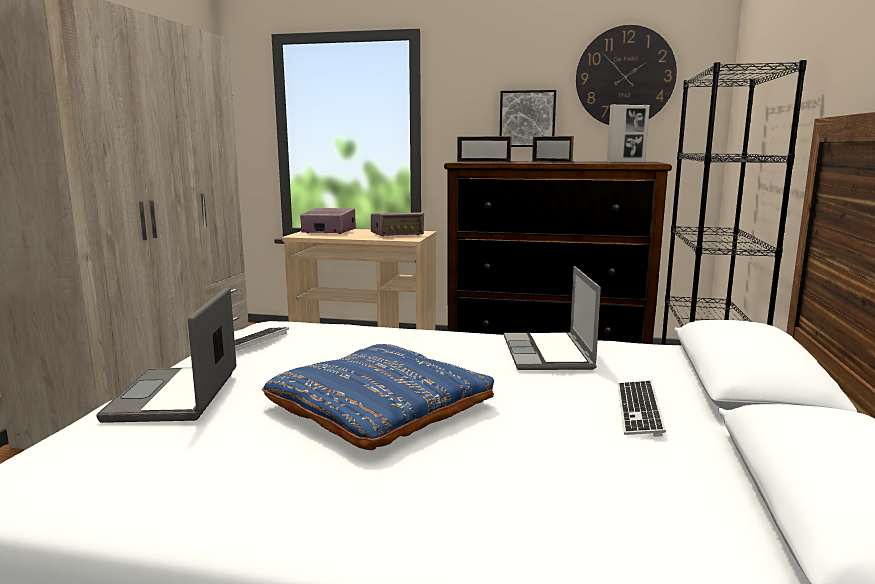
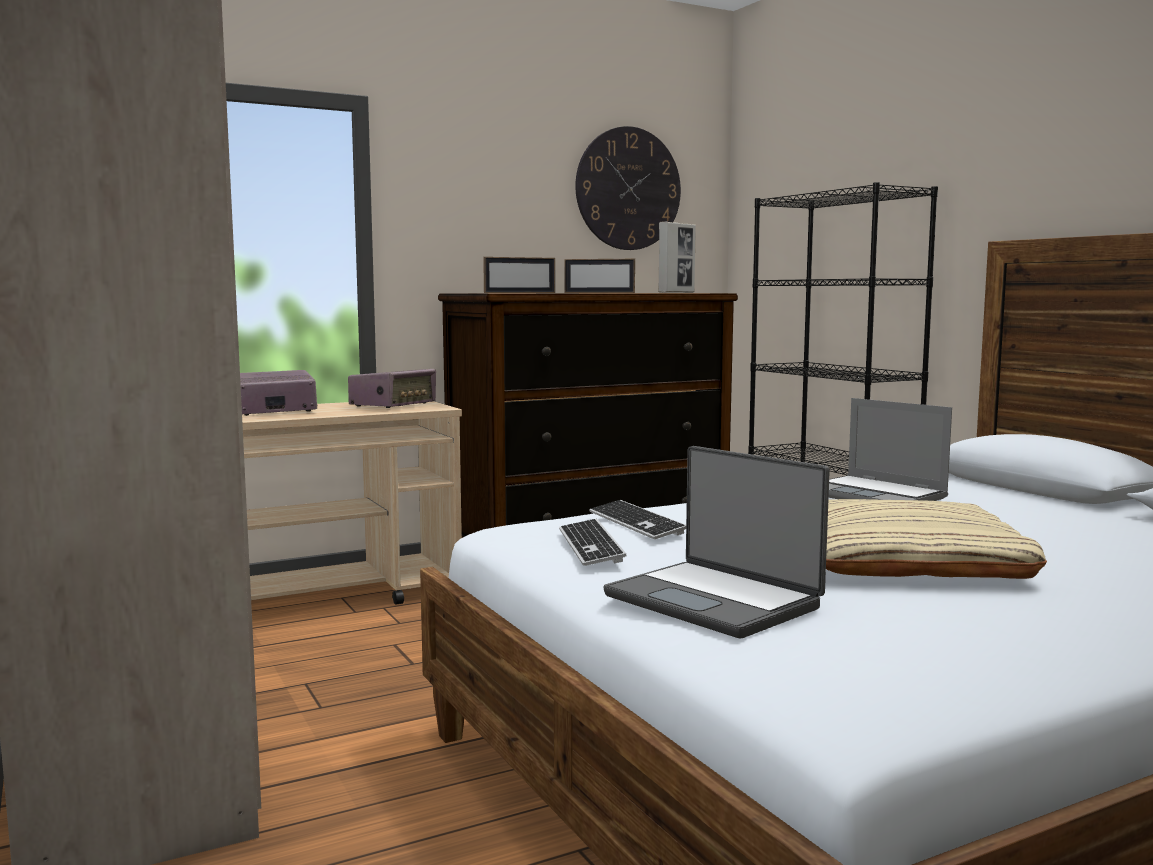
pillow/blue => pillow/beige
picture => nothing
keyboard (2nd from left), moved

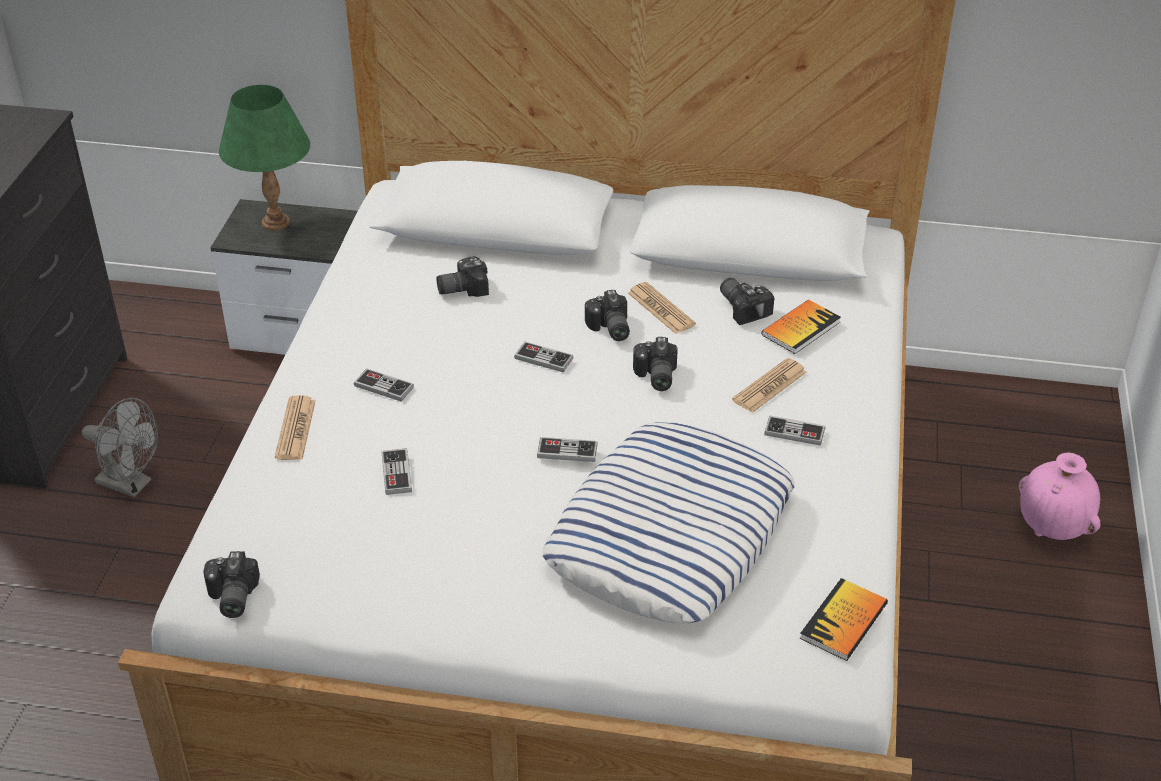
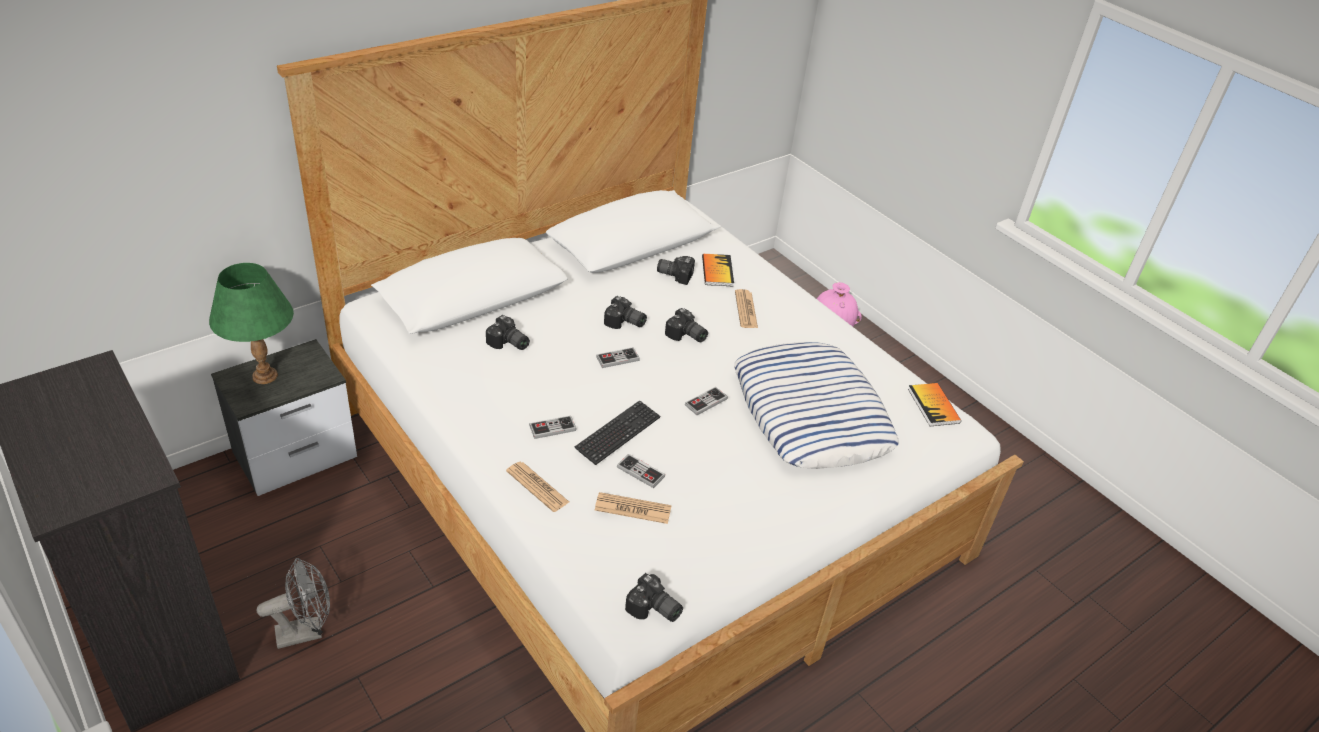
photo camera (2nd from left in the first image) => photo camera (1st from left), 75 degrees counterclockwise
newspaper (2nd from left), moved
game controller (5th from left) => nothing
nothing => keyboard

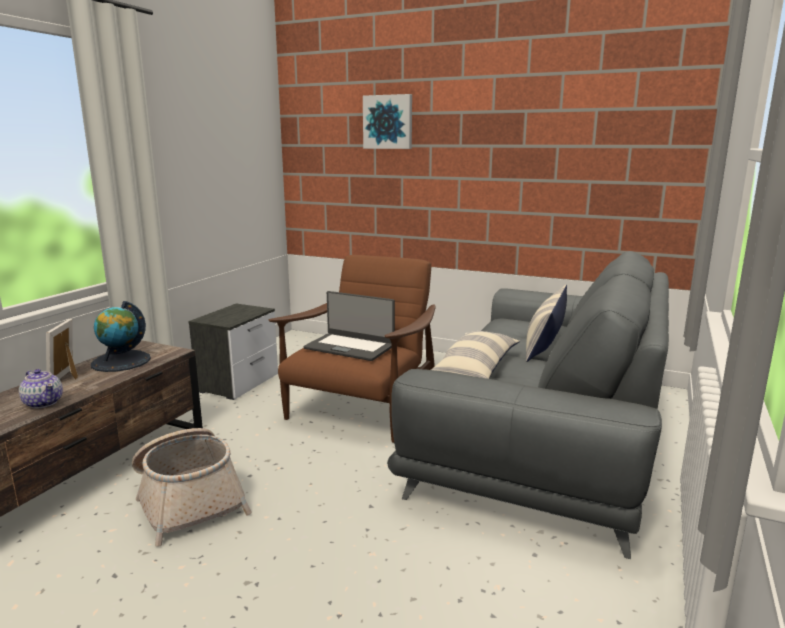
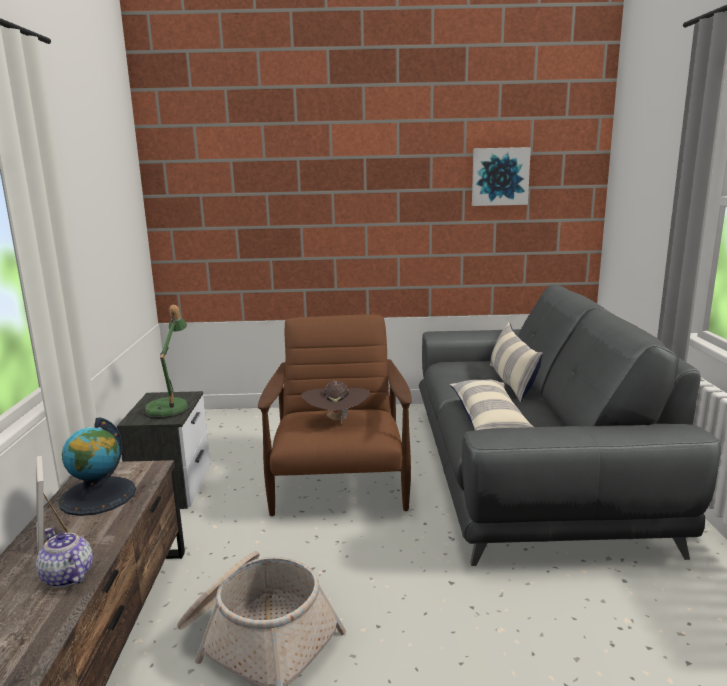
teapot, 150 degrees counterclockwise
laptop => hat/brown
picture, moved
nothing => table lamp

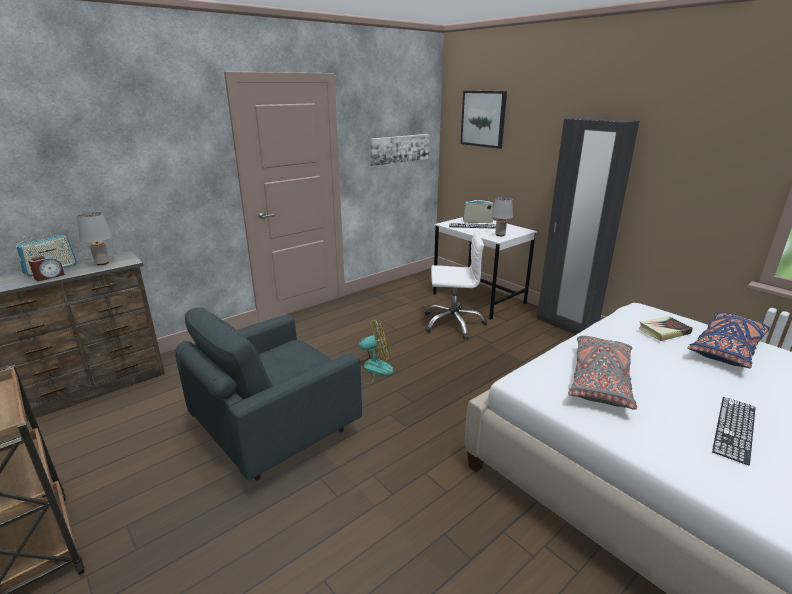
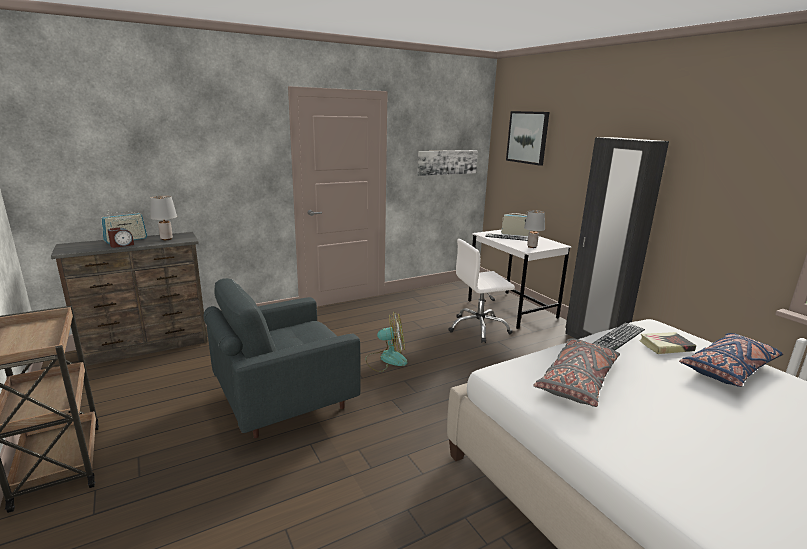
office chair/white, 150 degrees clockwise
keyboard (2nd from left), moved

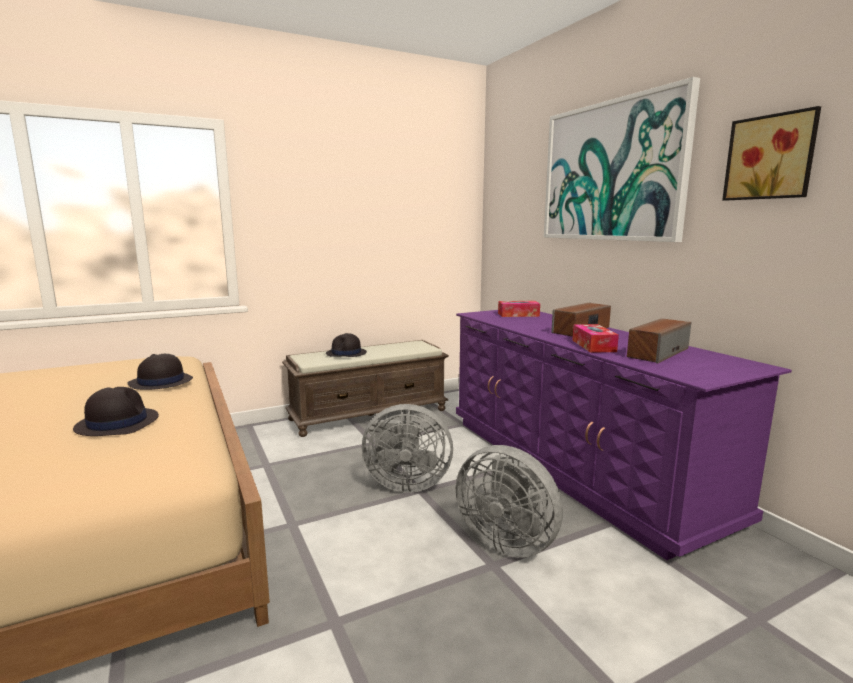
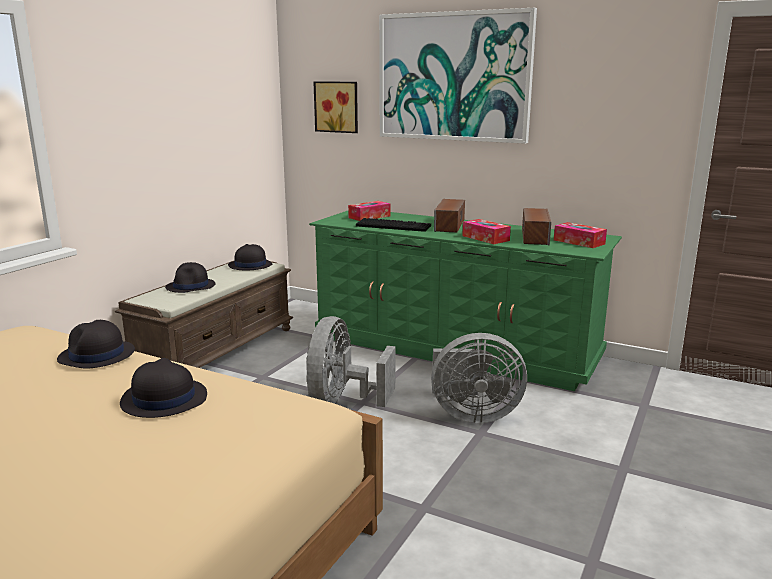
fan/grey (1st from left), 135 degrees clockwise
dresser/purple => dresser/green
picture (2nd from left in the first image) => picture (1st from left), moved
nothing => hat/black (4th from left)
nothing => keyboard
nothing => tissue box (3rd from left)

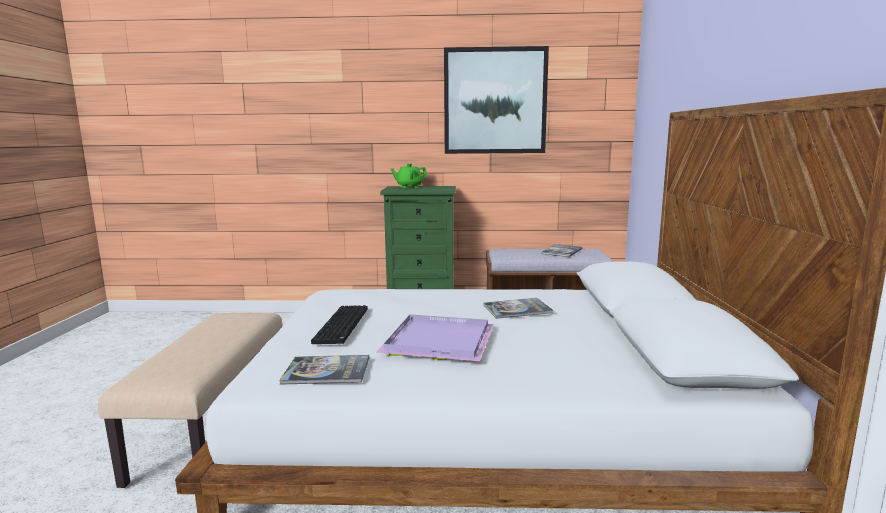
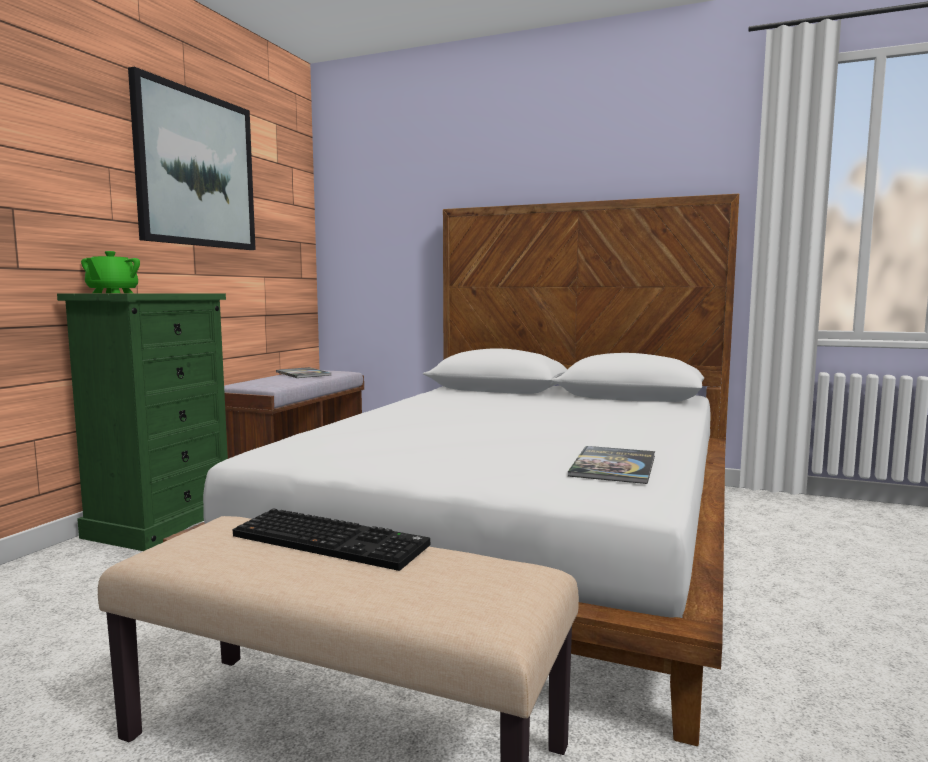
keyboard, moved
tray/purple => nothing
book (2nd from left) => nothing

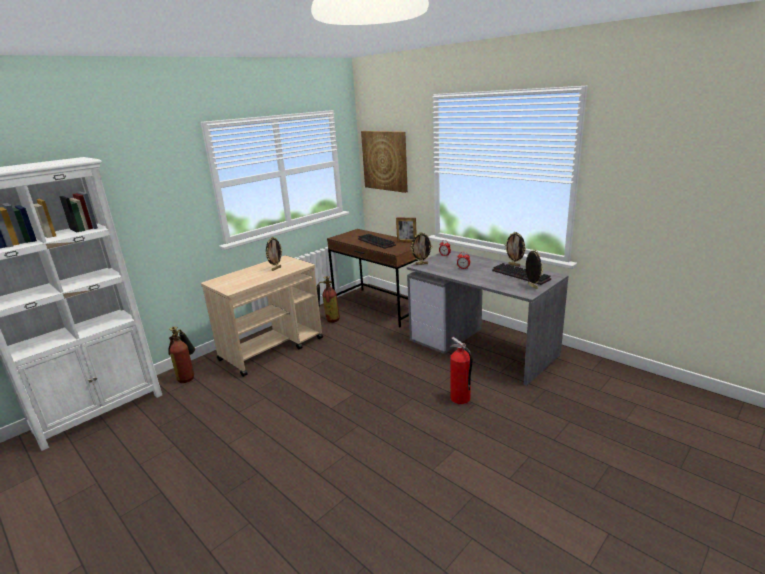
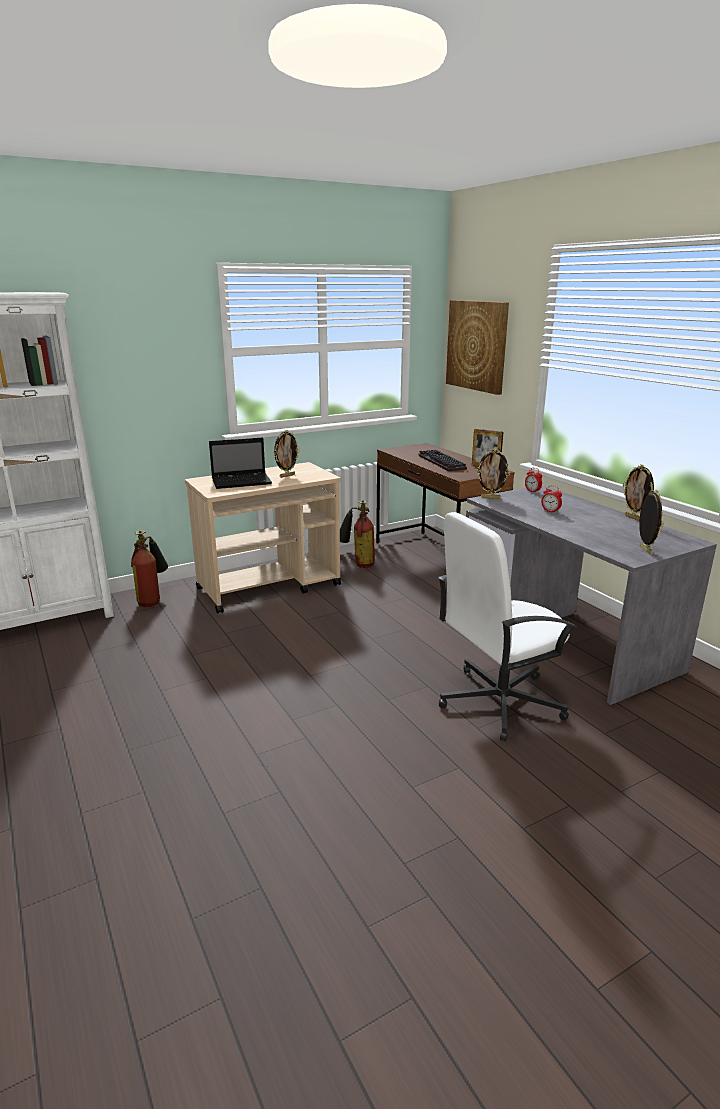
fire extinguisher (3rd from left) => office chair/white
keyboard (2nd from left) => nothing
nothing => laptop

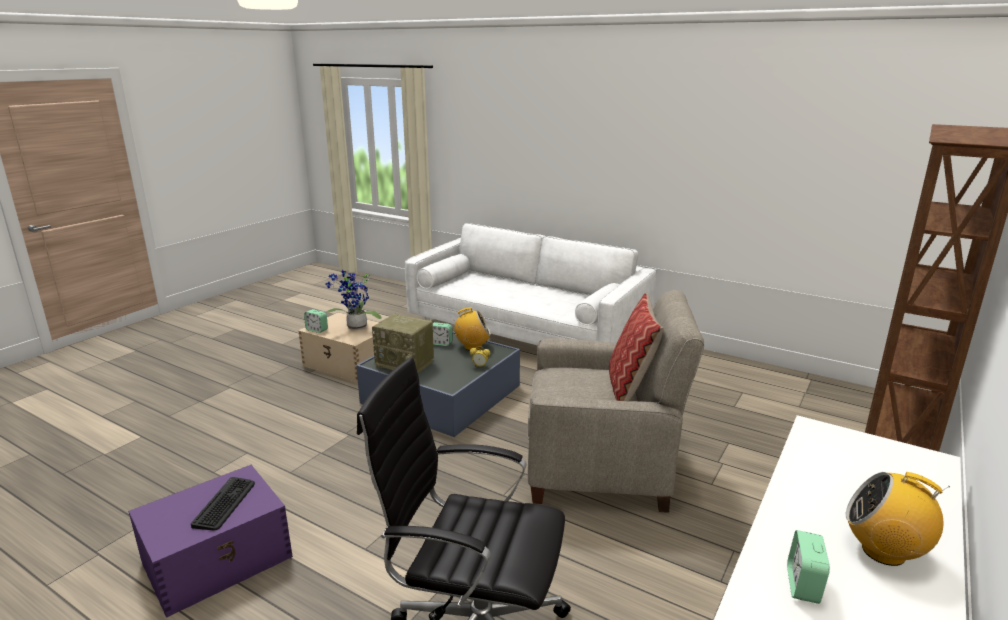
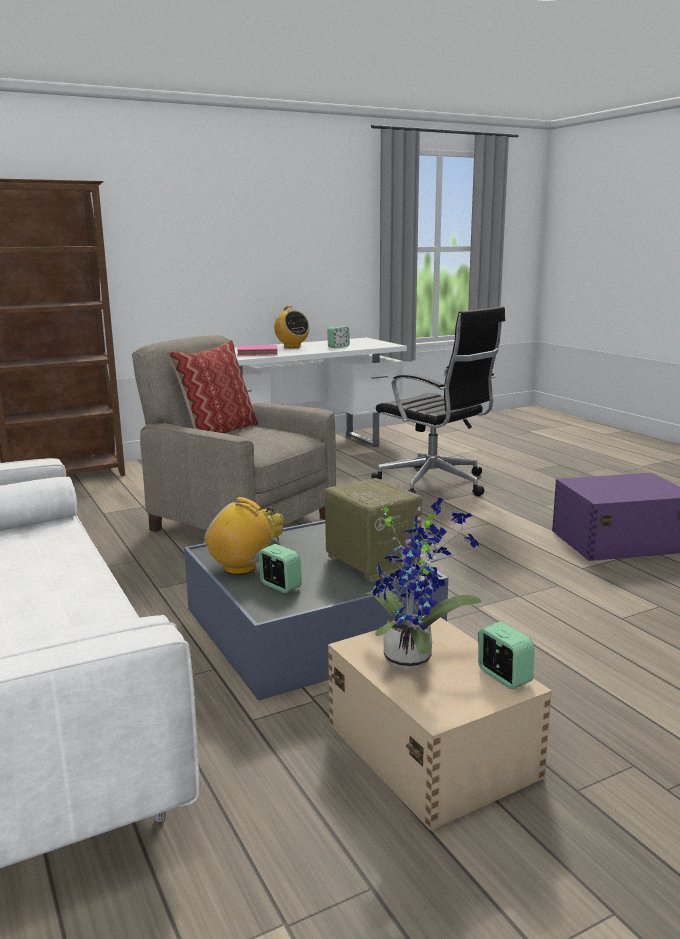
keyboard => nothing
nothing => book/pink

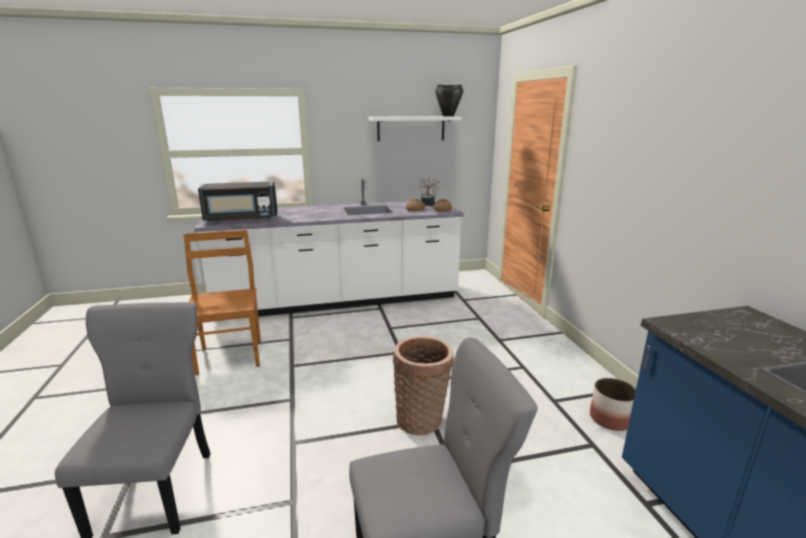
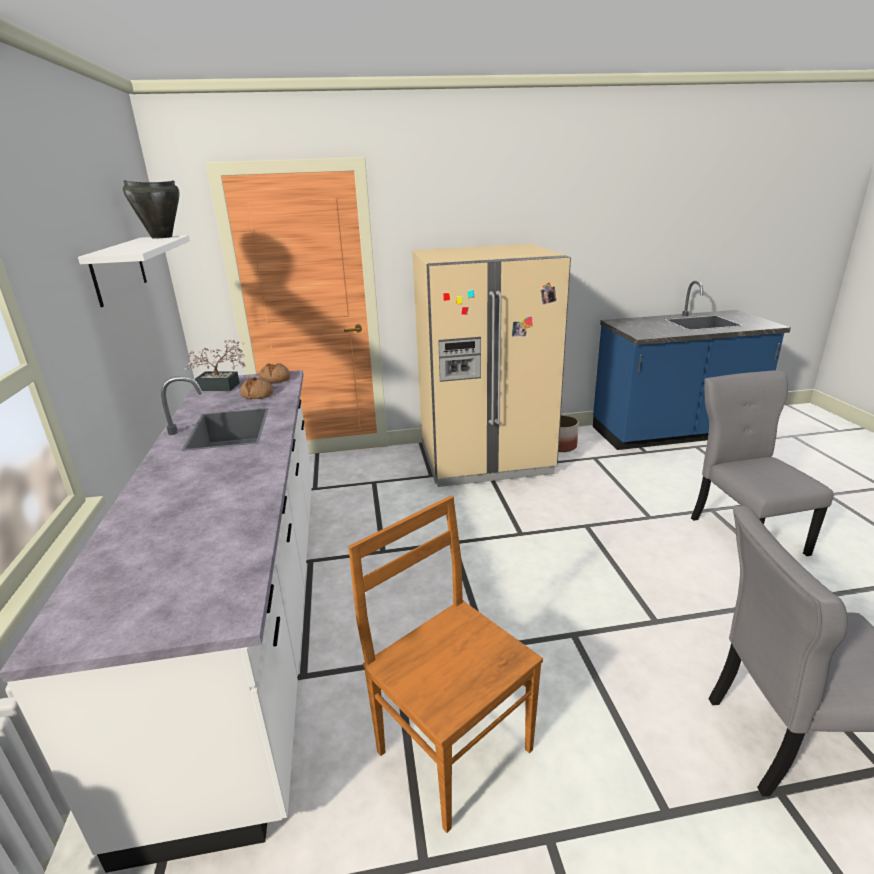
chair/brown, 60 degrees clockwise
microwave/black => nothing
basket => nothing
nothing => fridge/beige

